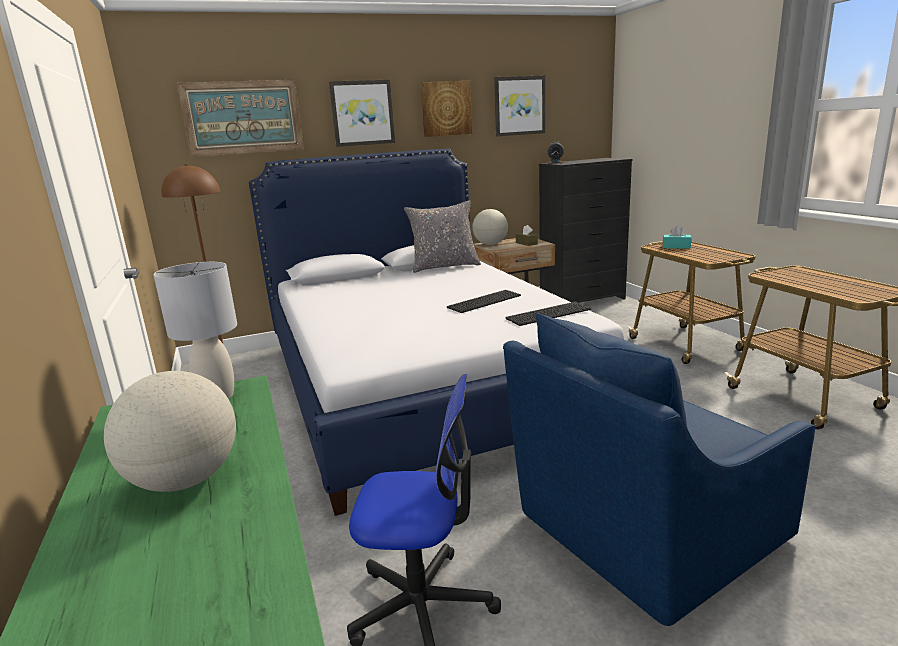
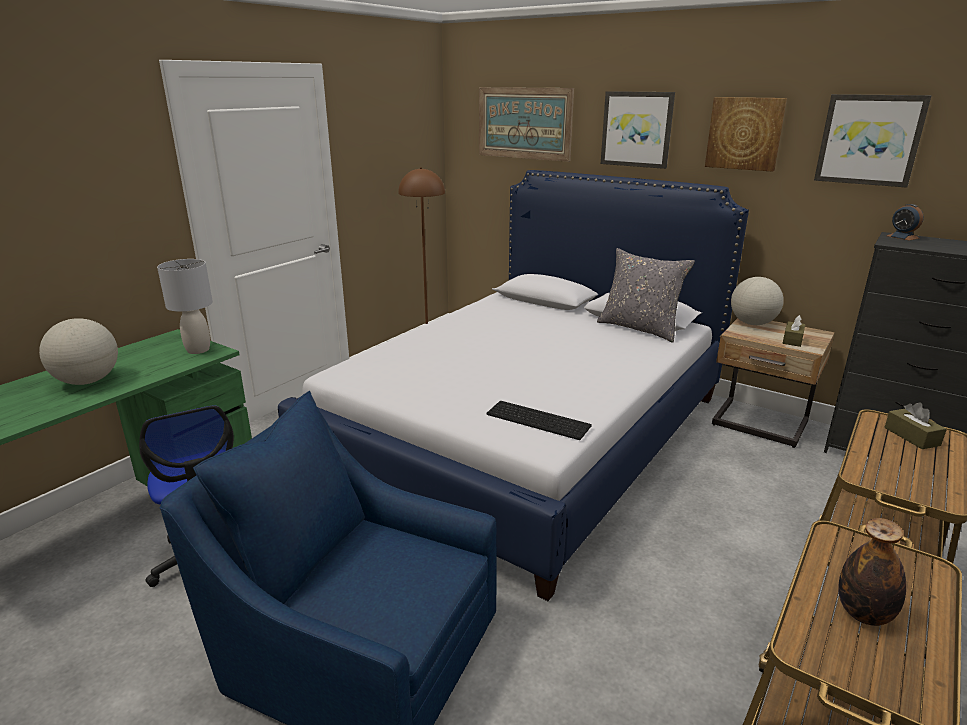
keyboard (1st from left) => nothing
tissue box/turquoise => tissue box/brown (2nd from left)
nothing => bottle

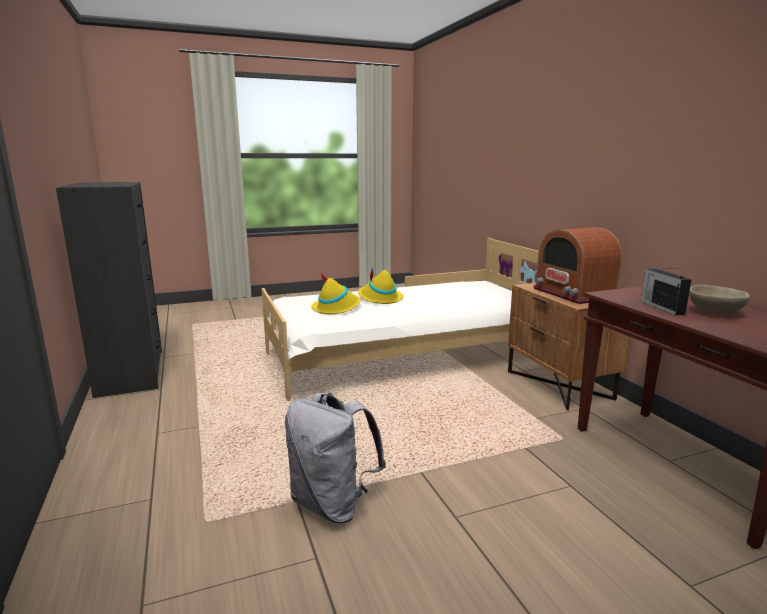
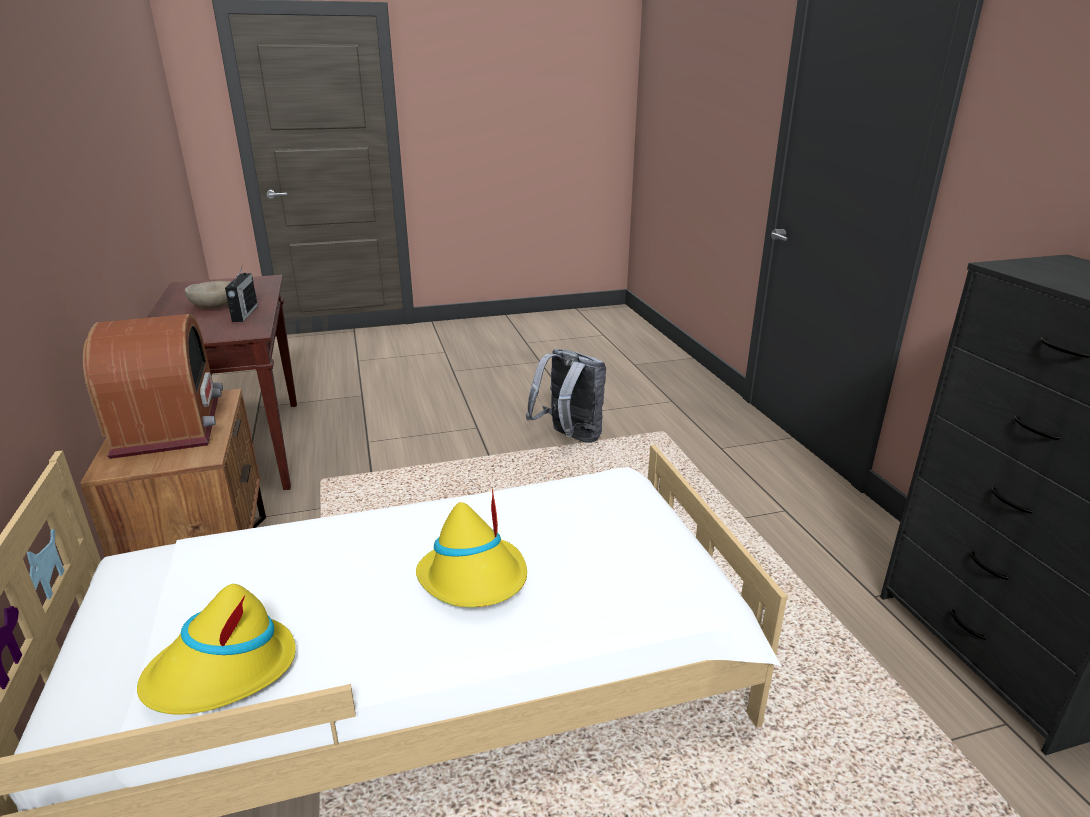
hat/yellow (1st from left), moved

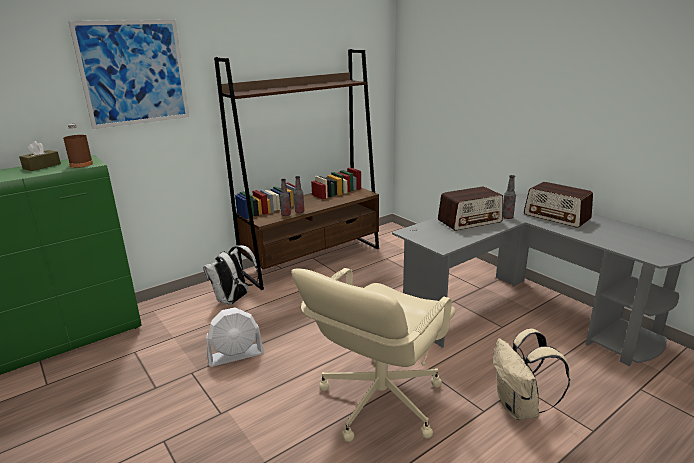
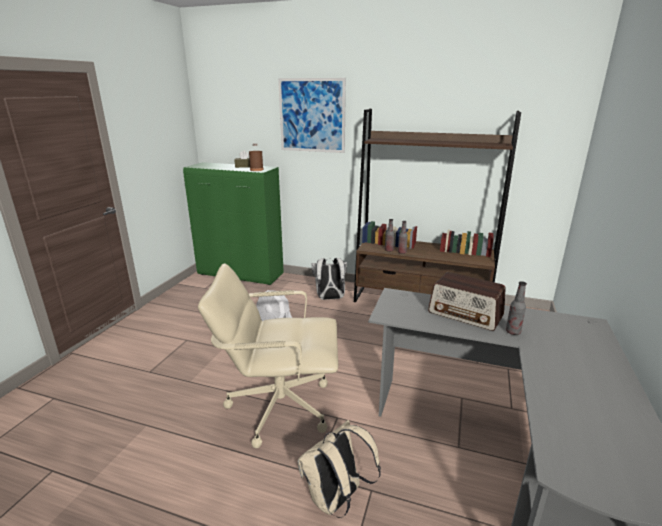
radio (2nd from left) => nothing

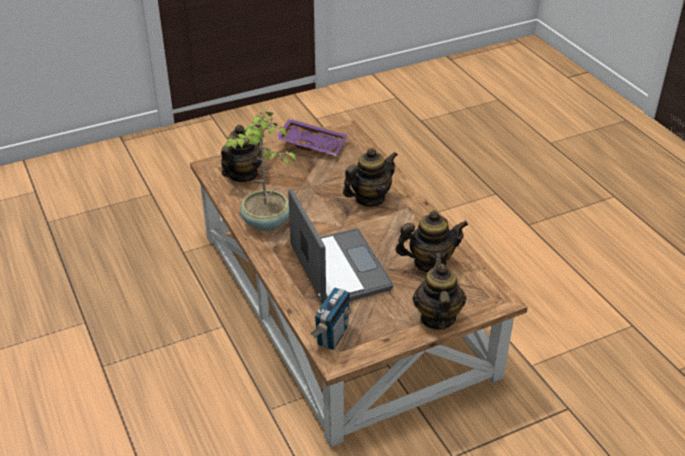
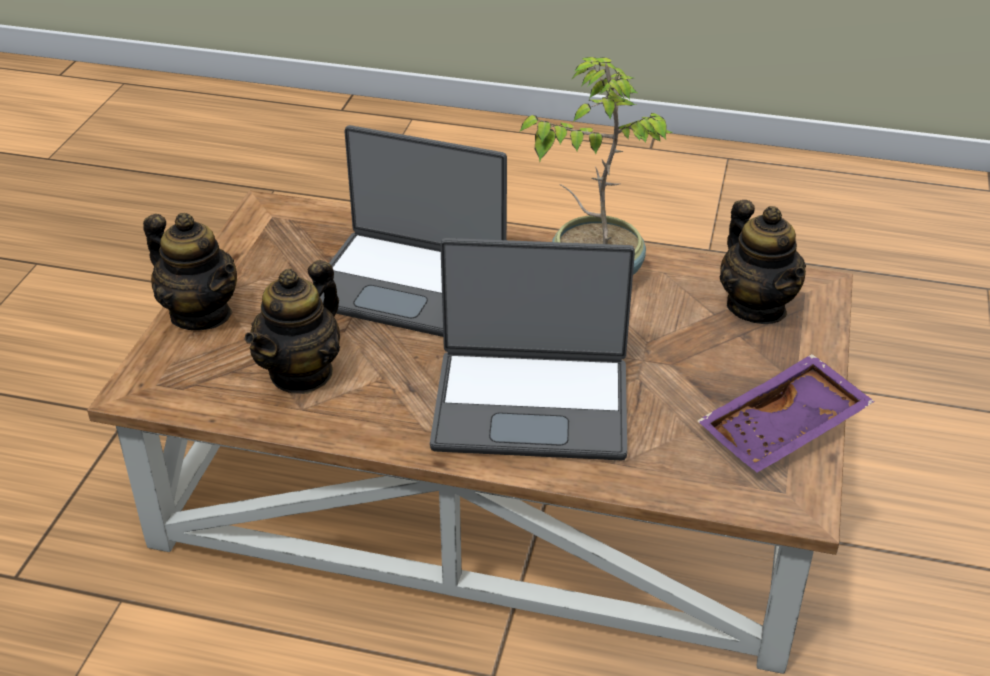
radio => nothing
teapot (2nd from left) => laptop (2nd from left)

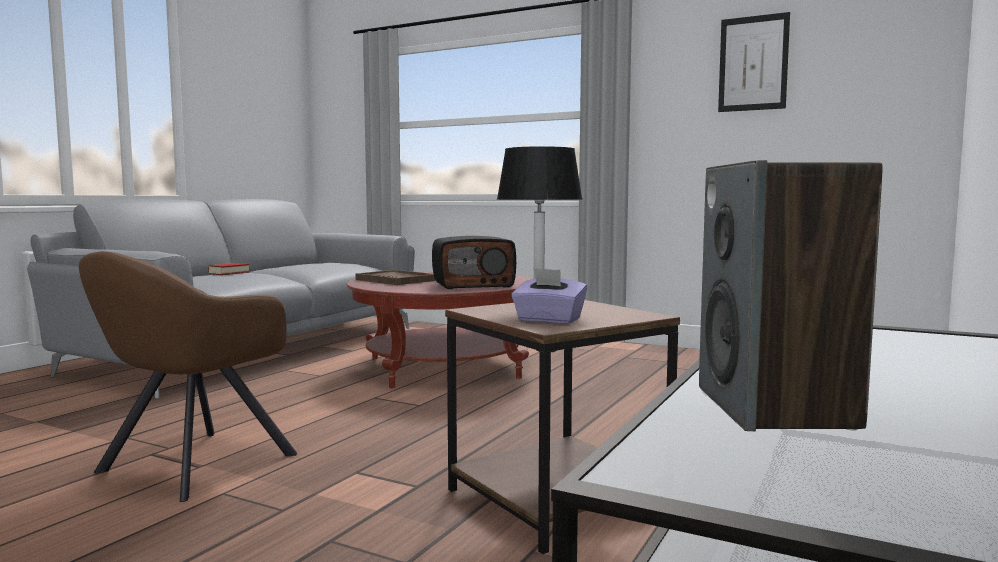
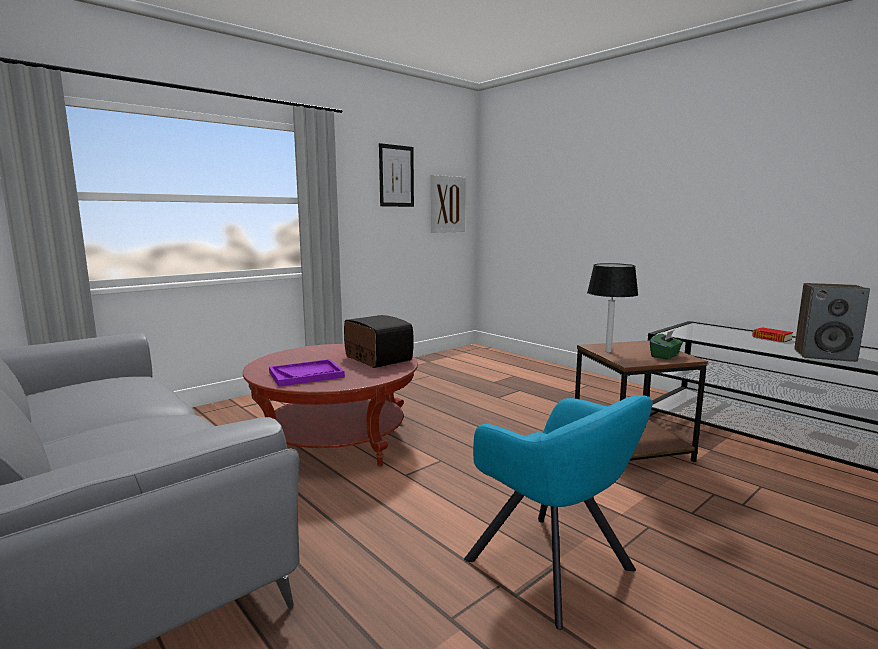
armchair/brown => armchair/turquoise
book, moved
tray/brown => tray/purple
radio, 45 degrees counterclockwise
tissue box/purple => tissue box/green
nothing => picture (2nd from left)

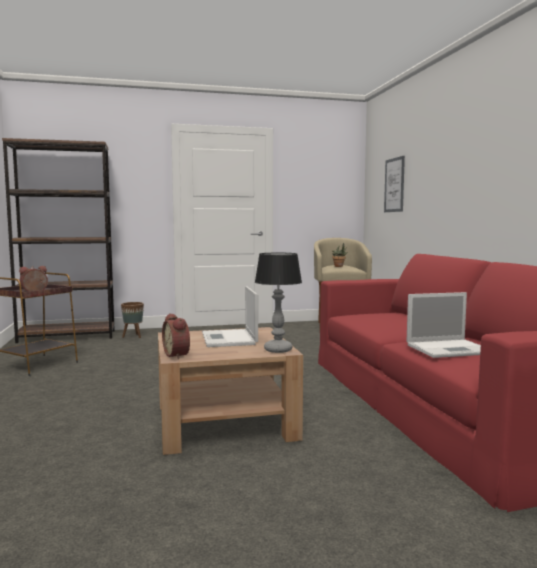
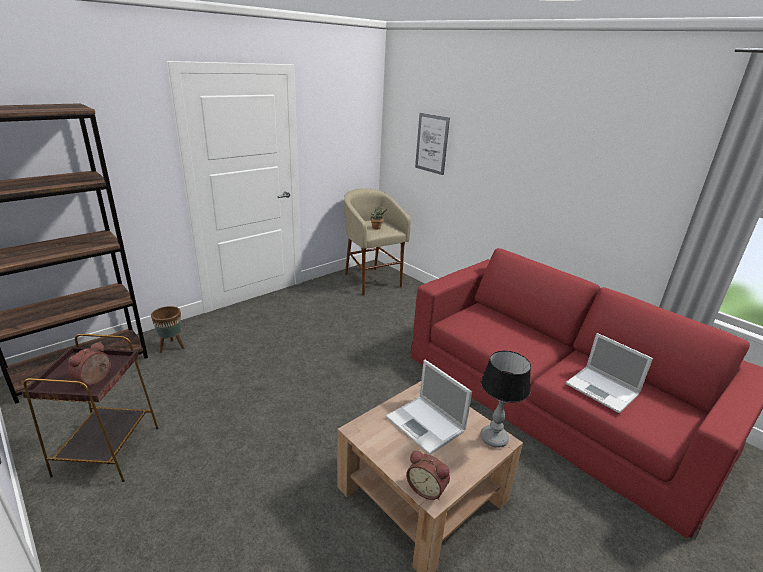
laptop (2nd from left), 90 degrees clockwise

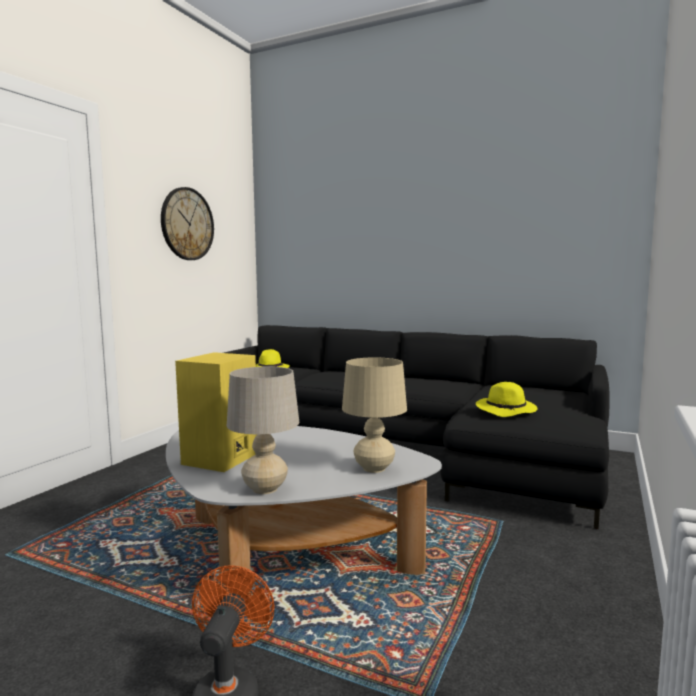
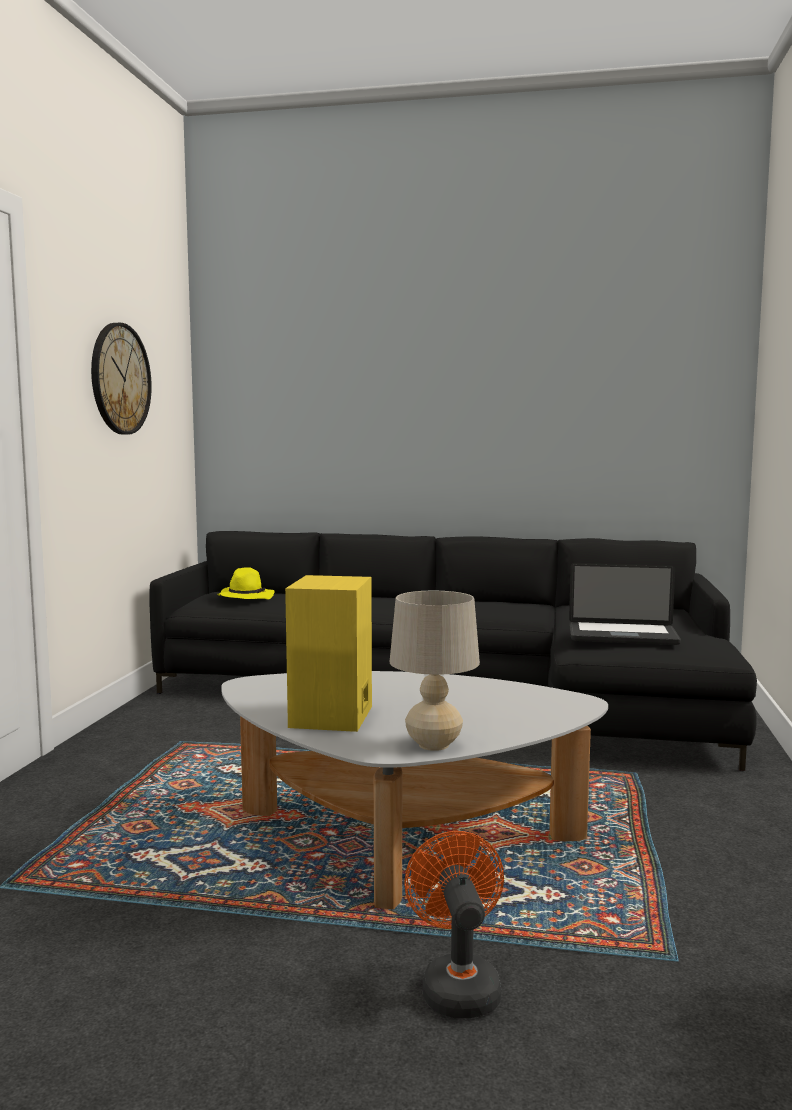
table lamp/beige (2nd from left) => nothing
hat/yellow (2nd from left) => laptop

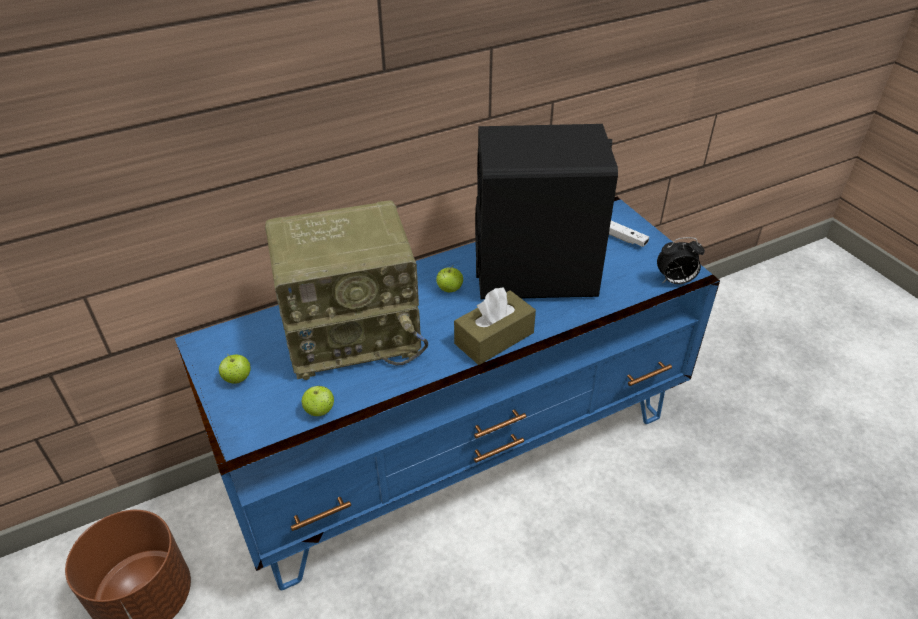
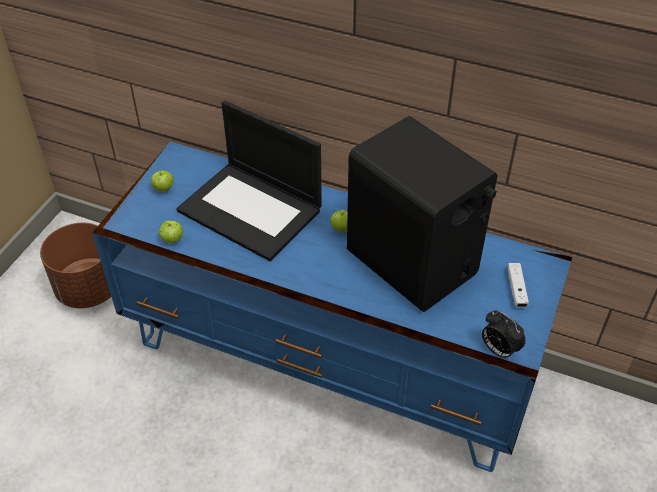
radio => laptop
tissue box/brown => nothing

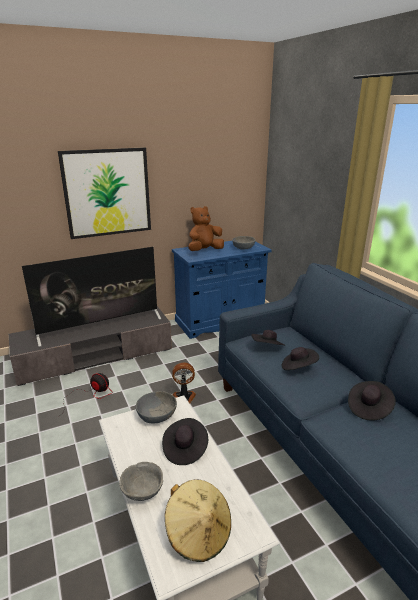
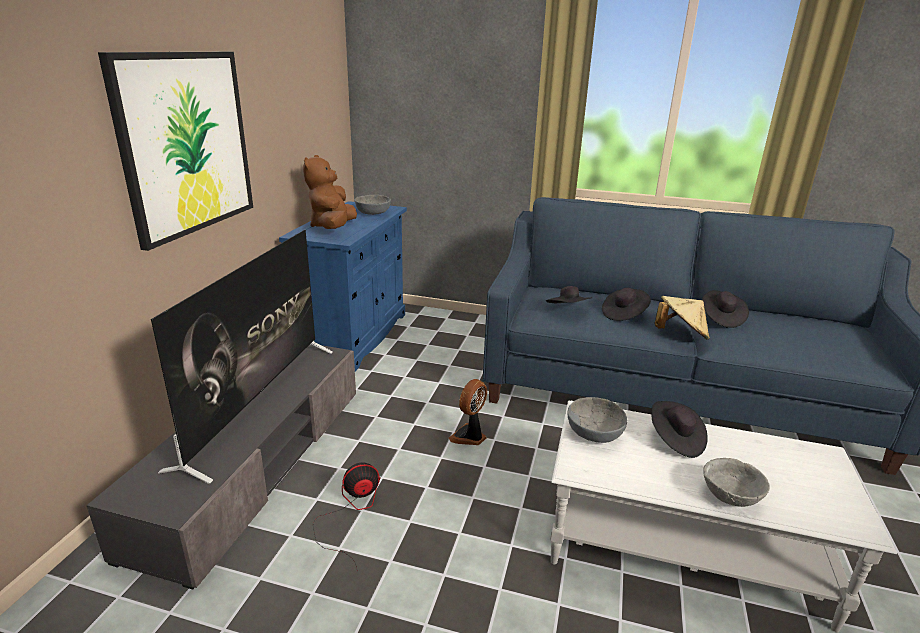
hat/beige, moved

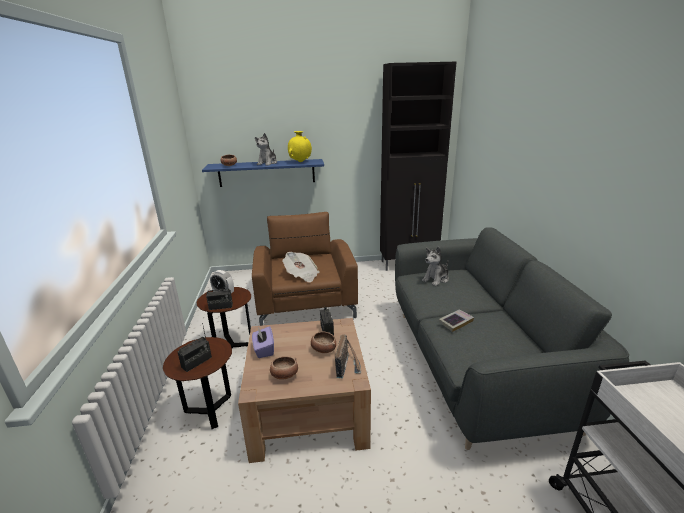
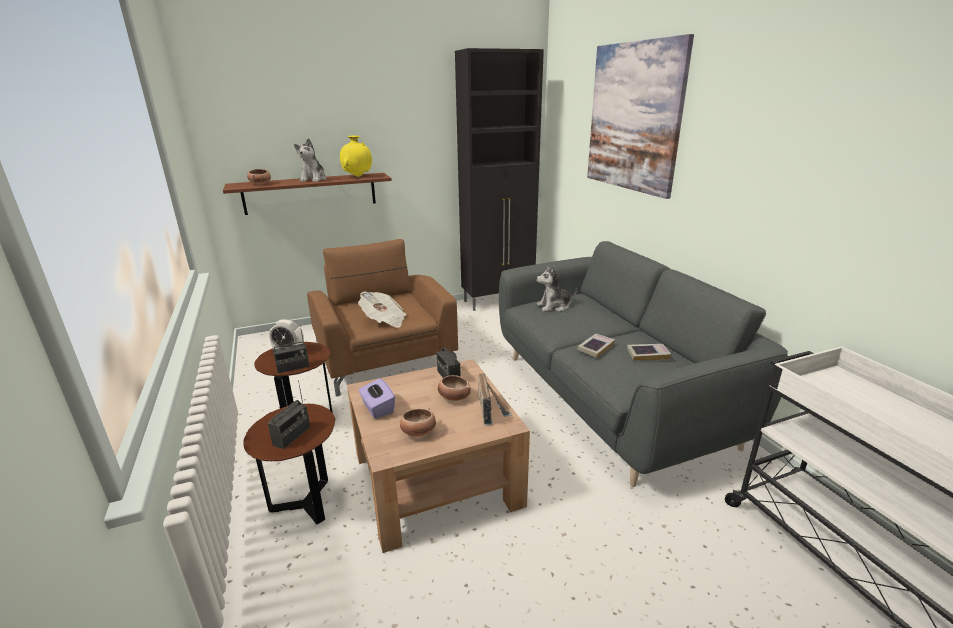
shelf/blue => shelf/brown
plush toy (2nd from left), 45 degrees clockwise
nothing => picture
nothing => book (2nd from left)

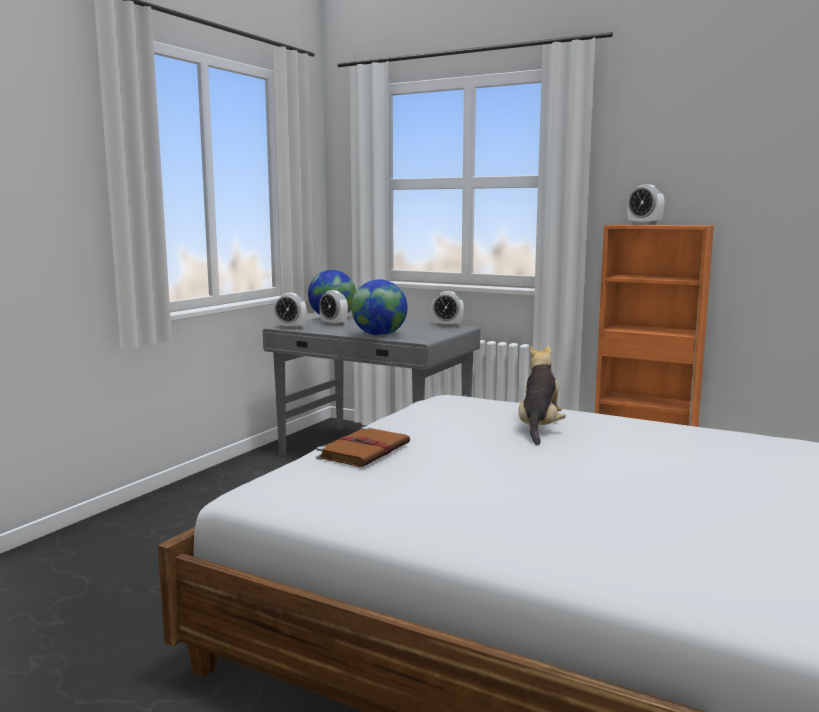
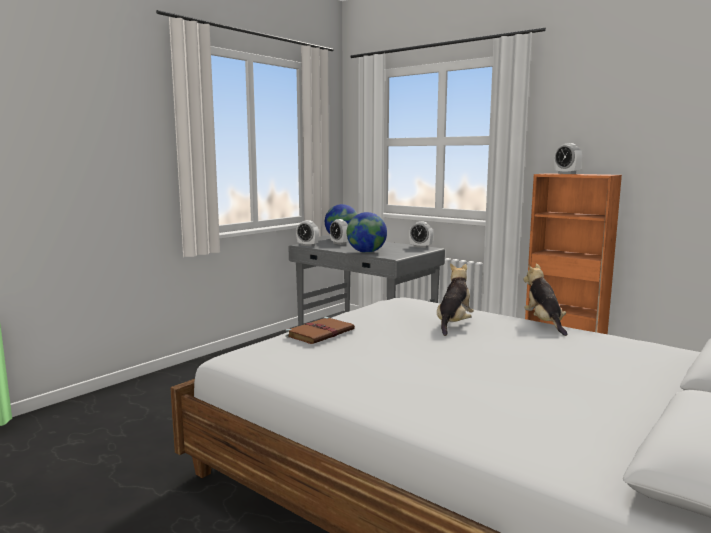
nothing => plush toy (2nd from left)

